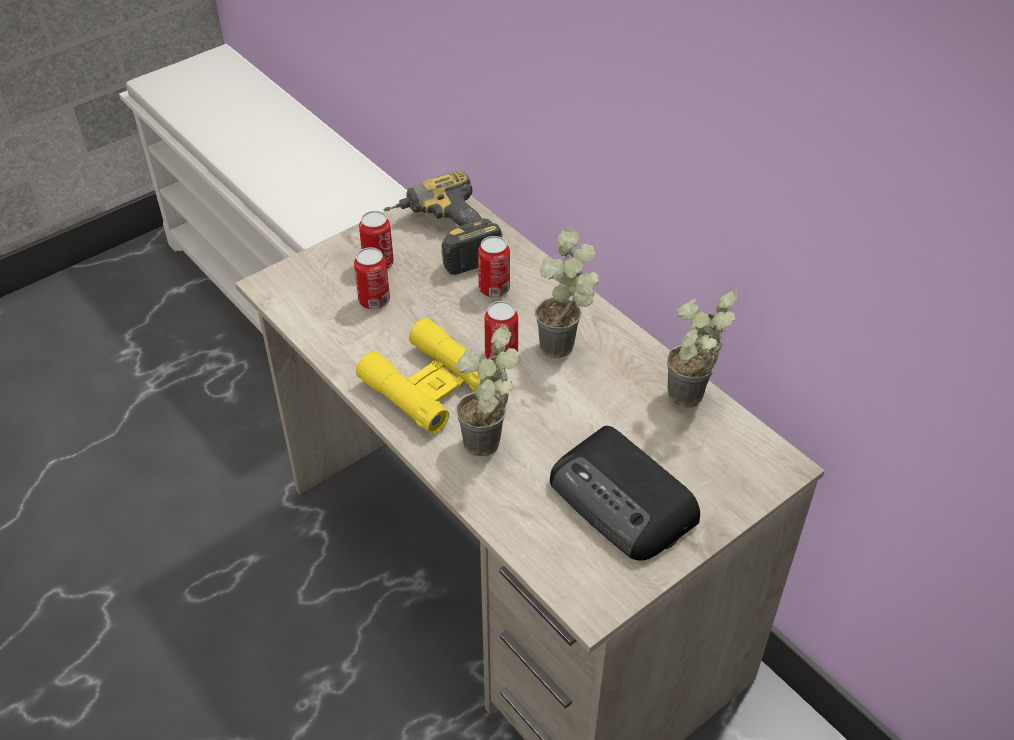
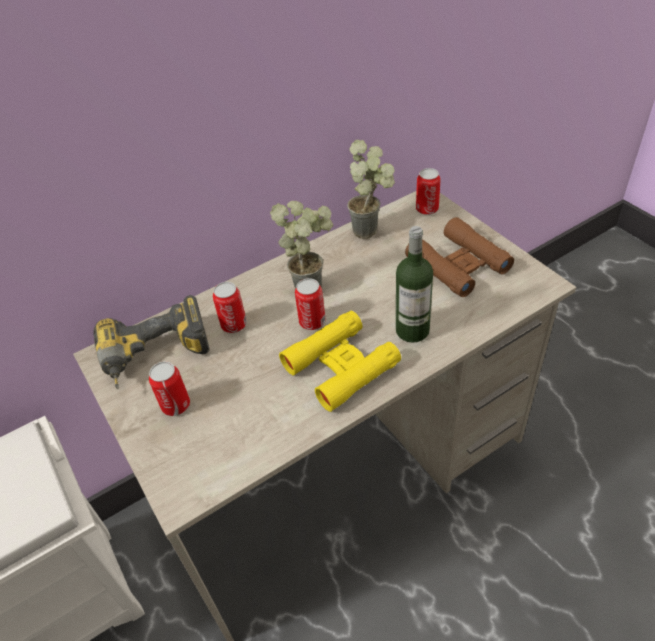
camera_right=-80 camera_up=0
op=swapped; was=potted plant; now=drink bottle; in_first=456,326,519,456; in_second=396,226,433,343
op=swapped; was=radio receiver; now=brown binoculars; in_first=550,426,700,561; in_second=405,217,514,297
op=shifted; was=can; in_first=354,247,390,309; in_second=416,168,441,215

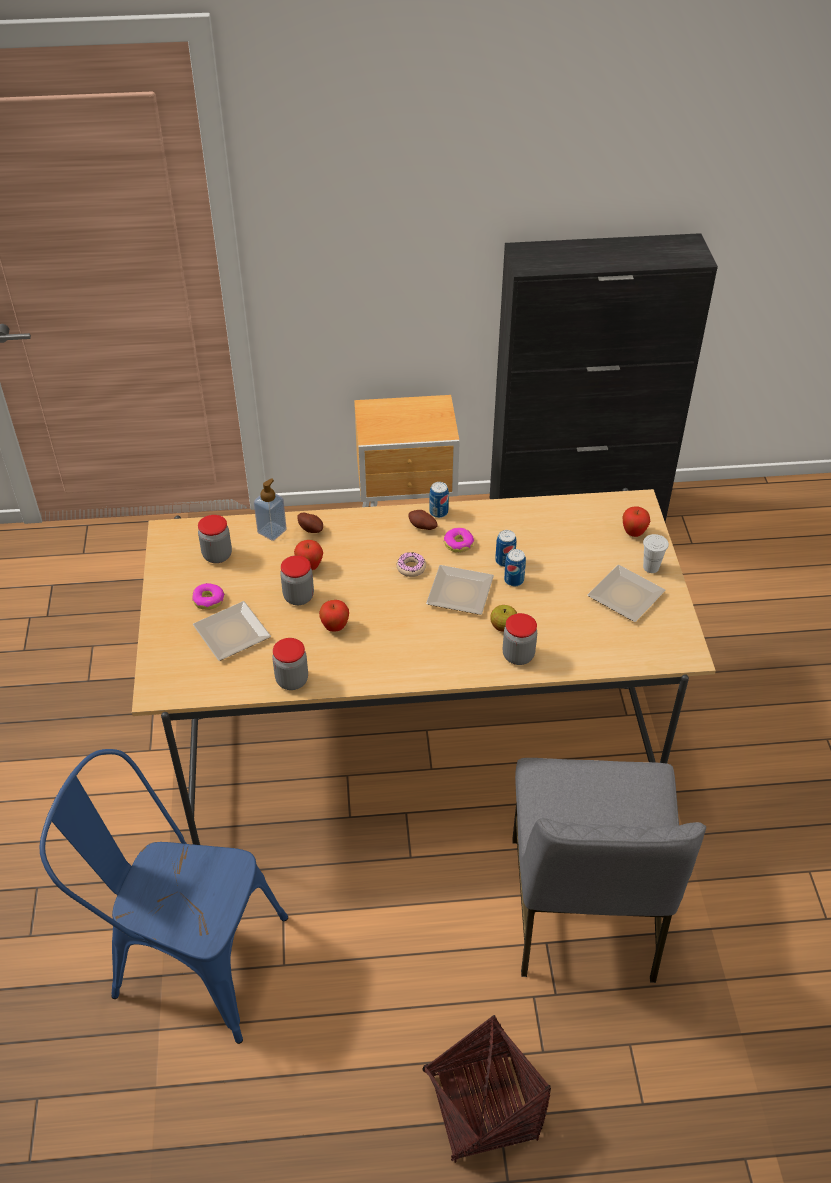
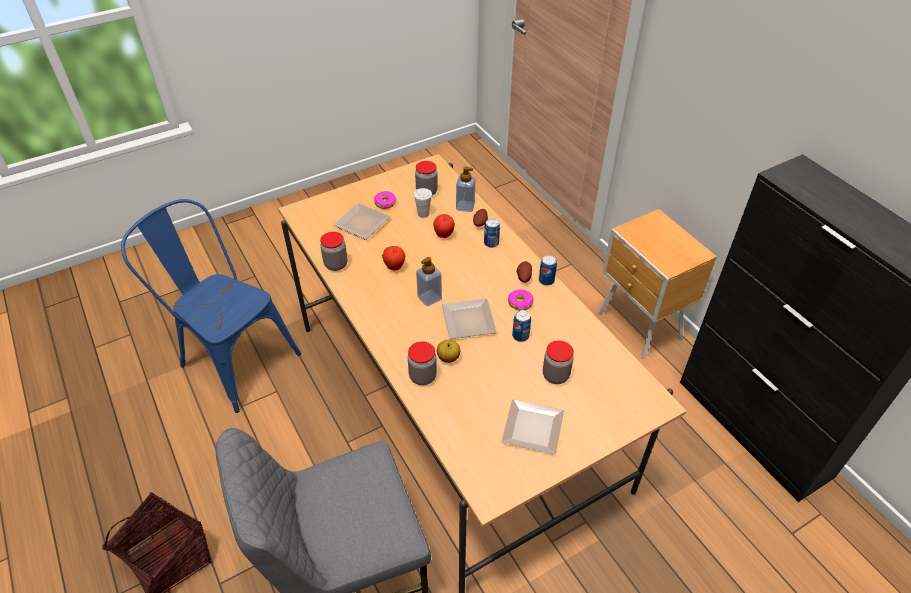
camera_right=65 camera_up=0
op=rotated; was=blue chair; in_first=40,749,288,1044; in_second=121,199,301,413; clockwise=-45
op=shifted; was=whitish drinking cup; in_first=643,534,669,573; in_second=414,188,432,218
op=new; now=soap bottle; in_second=416,257,442,306
op=shifted; was=can; in_first=504,549,526,586; in_second=484,218,500,248
op=shifted; was=jar; in_first=280,555,314,605; in_second=543,341,574,384
op=gone; was=ring doughnut; in_first=397,552,426,577
op=gone; was=whole apple; in_first=622,506,650,537

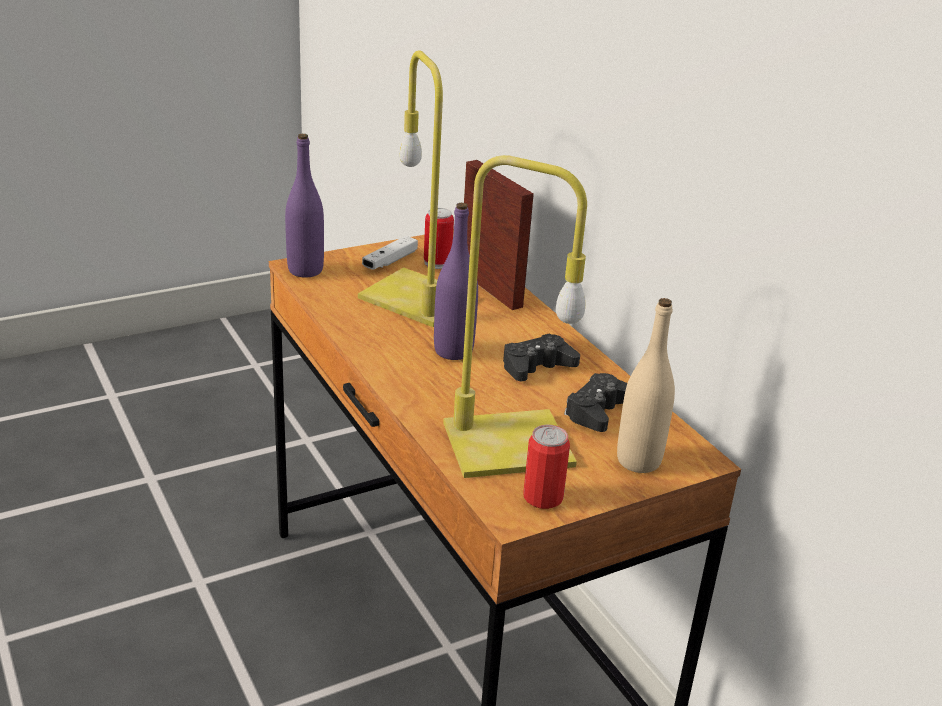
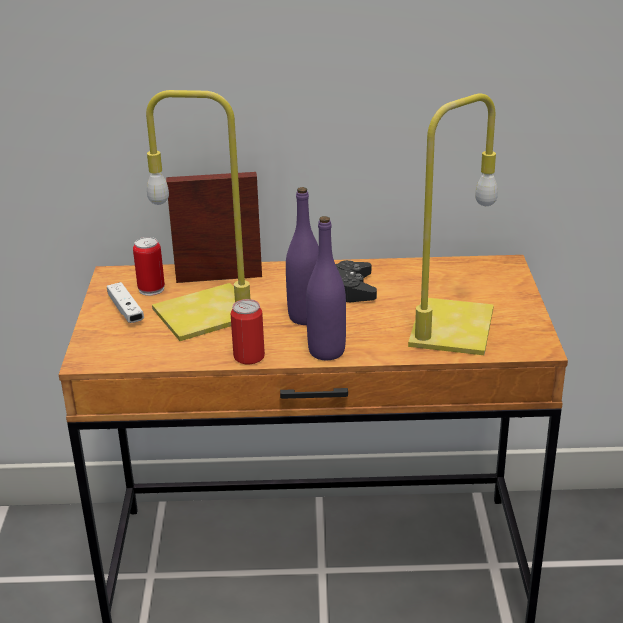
camera_right=-60 camera_up=0
op=shifted; was=can; in_first=523,425,570,509; in_second=231,299,265,364
op=shifted; was=purple-coloured drink bottle; in_first=285,134,324,277; in_second=306,216,346,360
op=gone; was=black game controller; in_first=564,373,627,432
op=gone; was=sand-coloured drink bottle; in_first=617,298,675,473

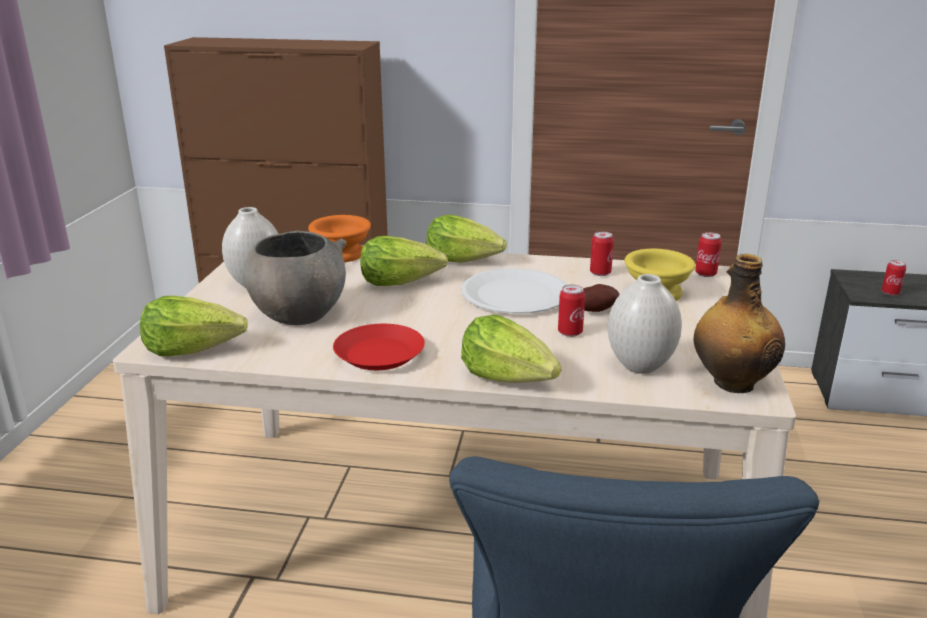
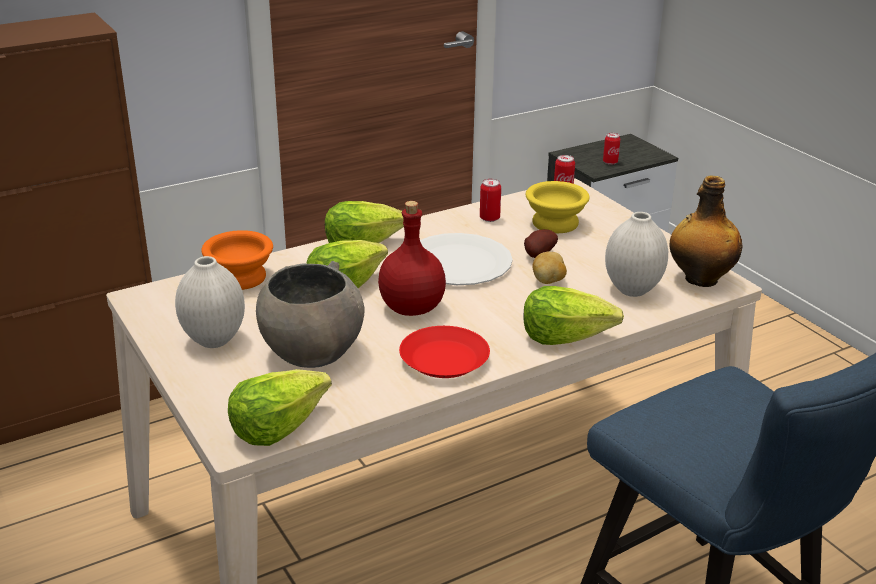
camera_right=-40 camera_up=5
op=new; now=reddish drink bottle; in_second=378,201,446,316
op=swapped; was=can; now=whole potato; in_first=558,285,585,337; in_second=532,251,567,284

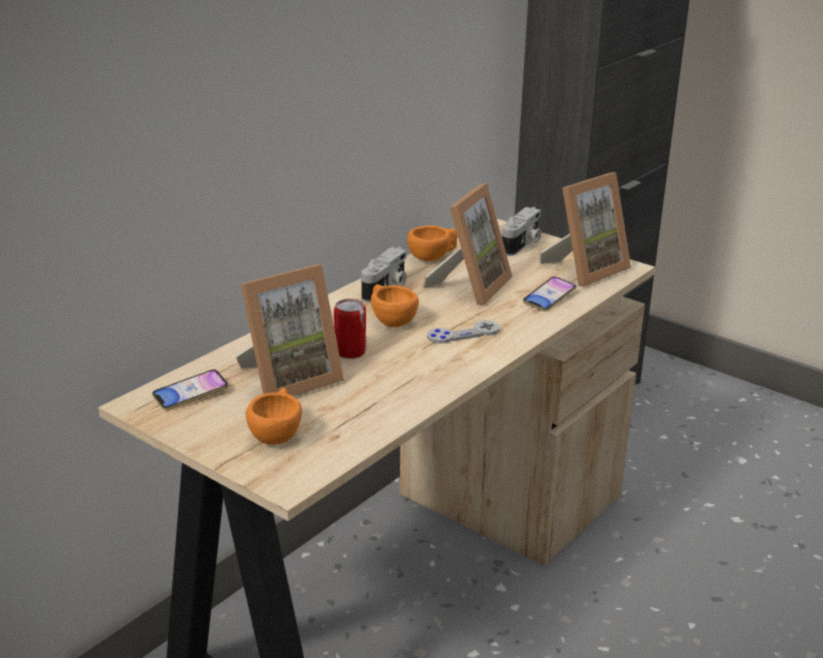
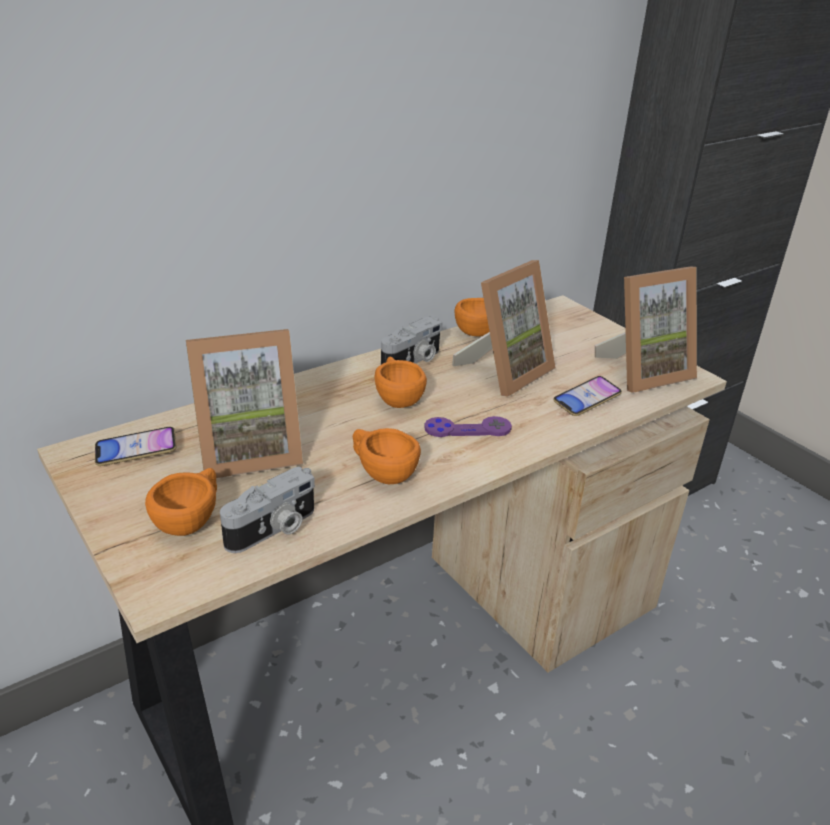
camera_right=15 camera_up=5
op=shifted; was=still camera; in_first=502,207,541,256; in_second=220,466,315,553
op=new; now=orangey drinking cup; in_second=353,428,421,484
op=repainted; was=grey game controller; now=purple-coloured game controller; in_first=427,320,500,344; in_second=424,416,512,437
op=gone; was=can; in_first=334,299,366,359

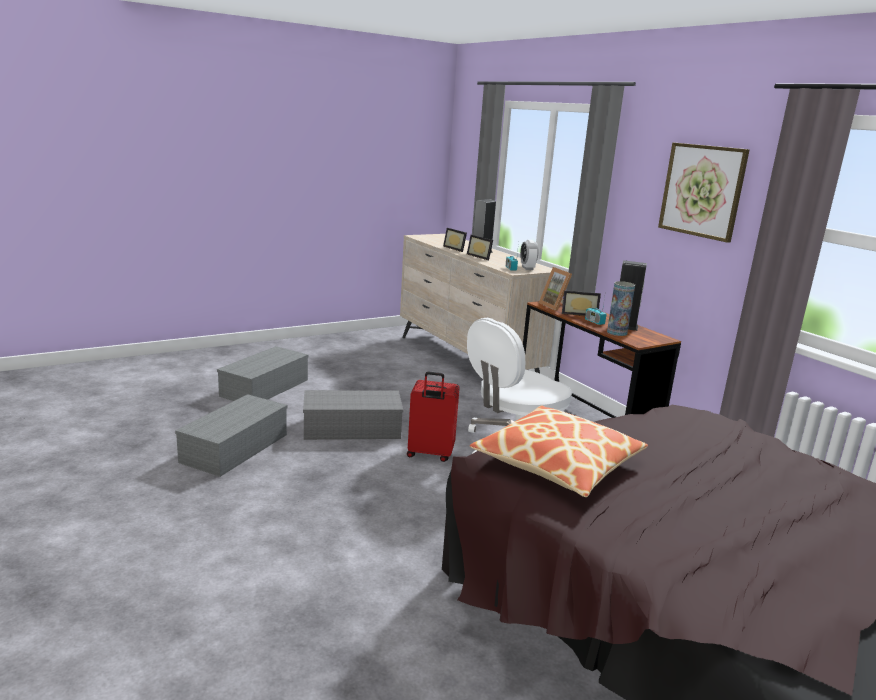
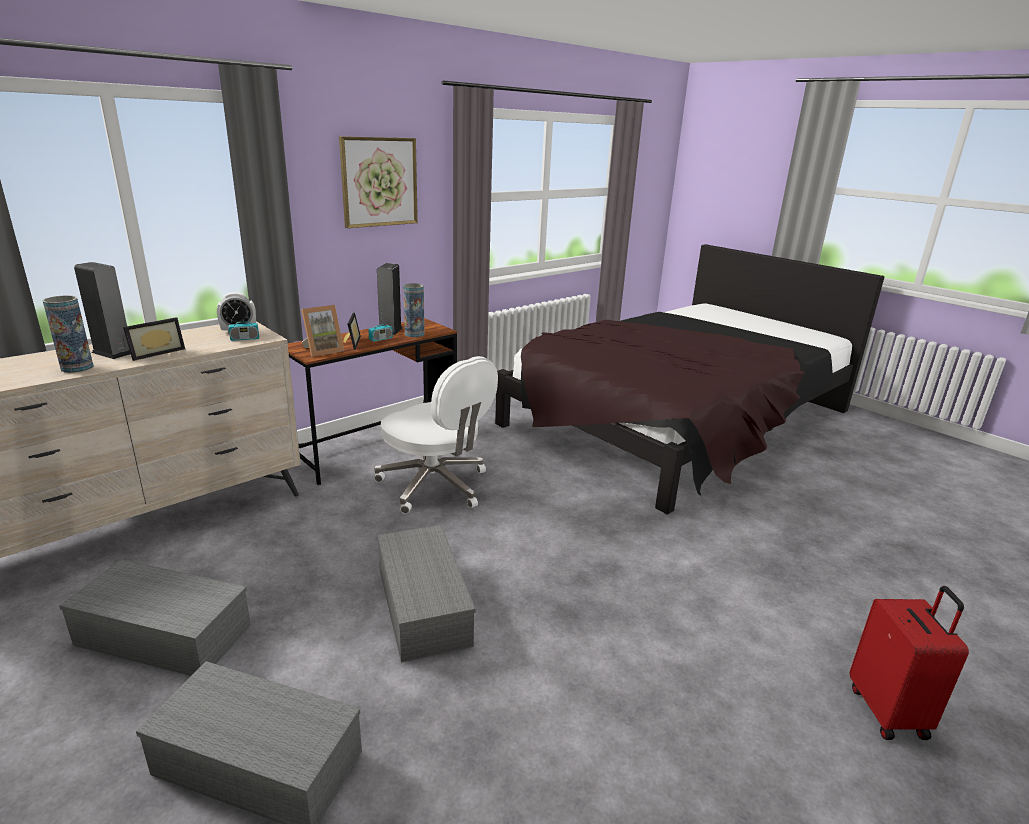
camera_right=-100 camera_up=5
op=swapped; was=photo frame; now=flower vase; in_first=443,228,467,252; in_second=42,295,93,373
op=shifted; was=grey storage bin; in_first=175,394,287,477; in_second=59,559,251,676
op=shifted; was=reddish travel case; in_first=407,372,460,462; in_second=850,586,969,740
op=gone; was=pillow; in_first=470,406,648,497

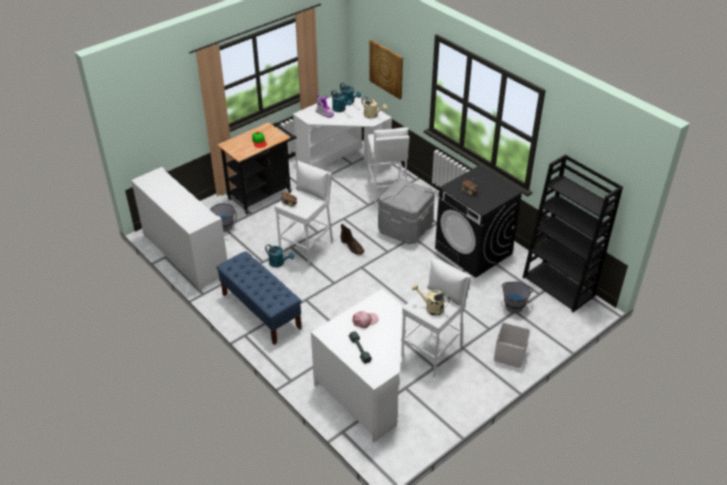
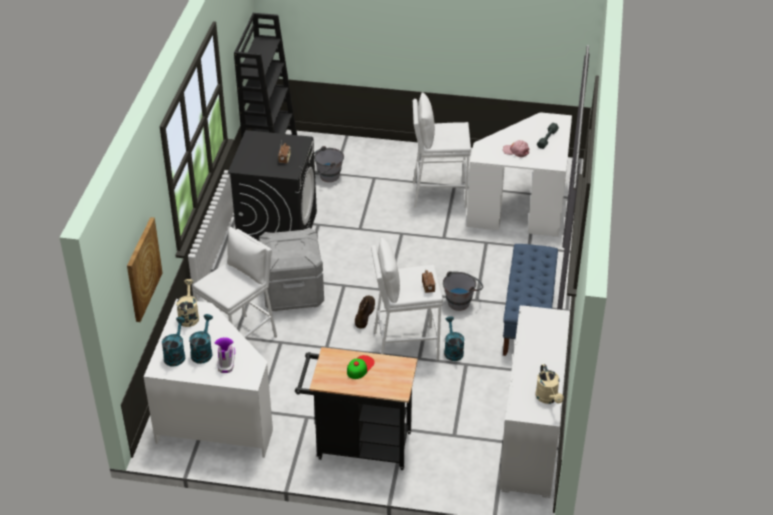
camera_right=-130 camera_up=0
op=shifted; was=grey water bucket; in_first=210,203,237,232; in_second=443,271,483,311
op=shifted; was=sand-coloured watering can; in_first=412,284,450,316; in_second=535,364,564,404
op=gone; was=whitish storage bin; in_first=493,323,530,368

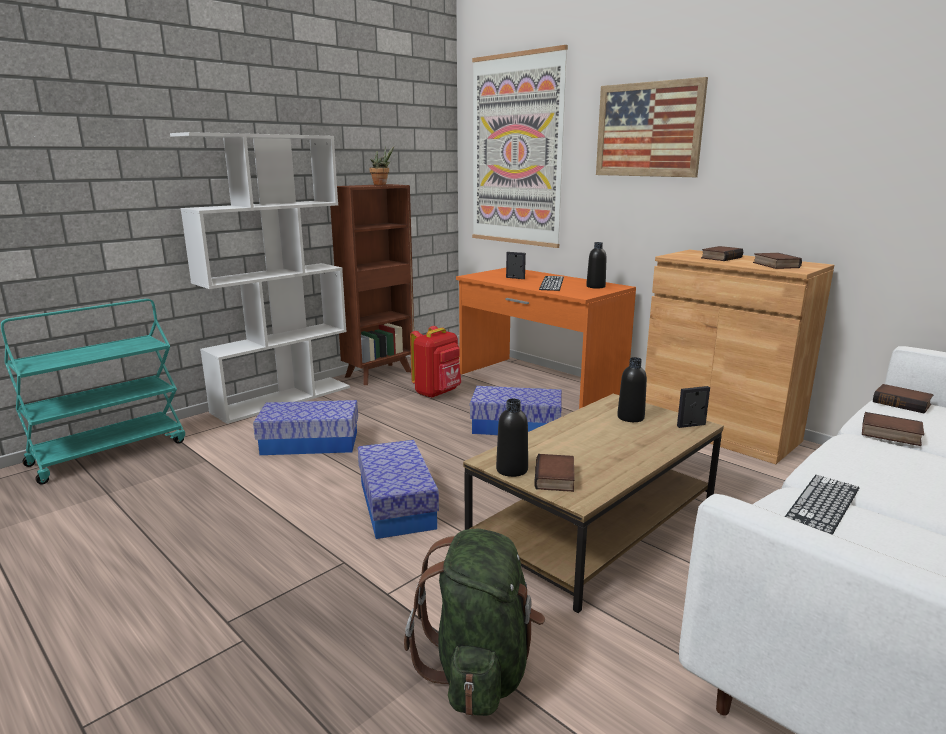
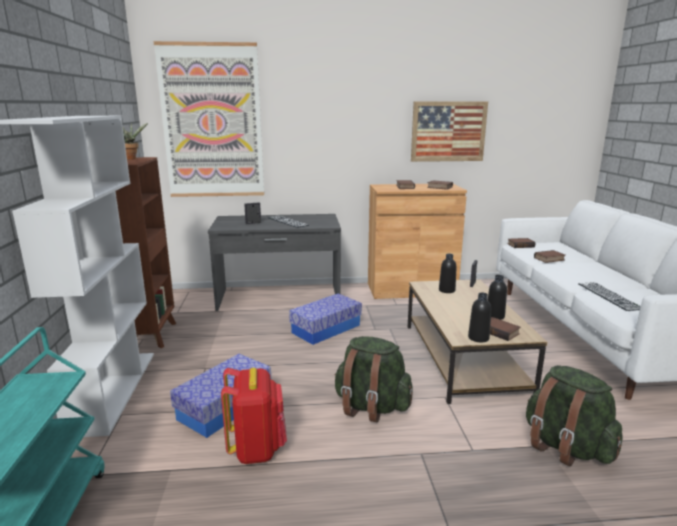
camera_right=-50 camera_up=0
op=repainted; was=orangey desk table; now=grey desk table; in_first=456,268,636,409; in_second=208,214,341,311
op=shifted; was=reddish knapsack; in_first=410,326,461,398; in_second=221,368,287,464
op=swapped; was=storage bin; now=green-coloured knapsack; in_first=358,440,439,539; in_second=335,336,413,422
op=shifted; was=wall art; in_first=596,77,708,177; in_second=411,101,488,162
op=shifted; was=black drink bottle; in_first=586,242,606,289; in_second=488,275,507,320

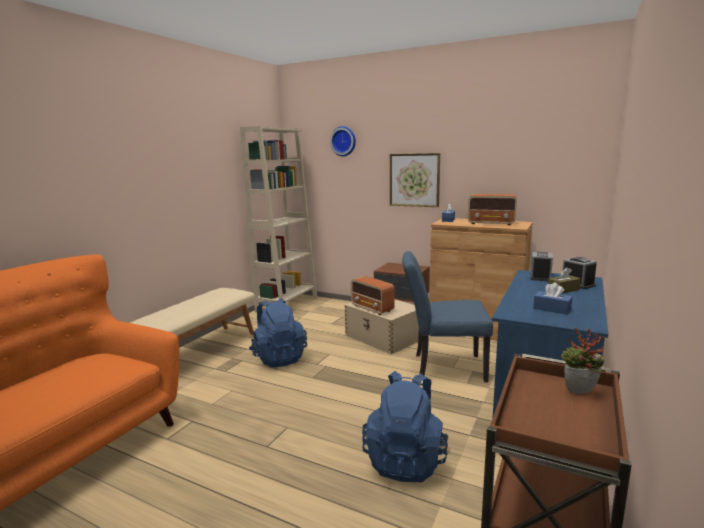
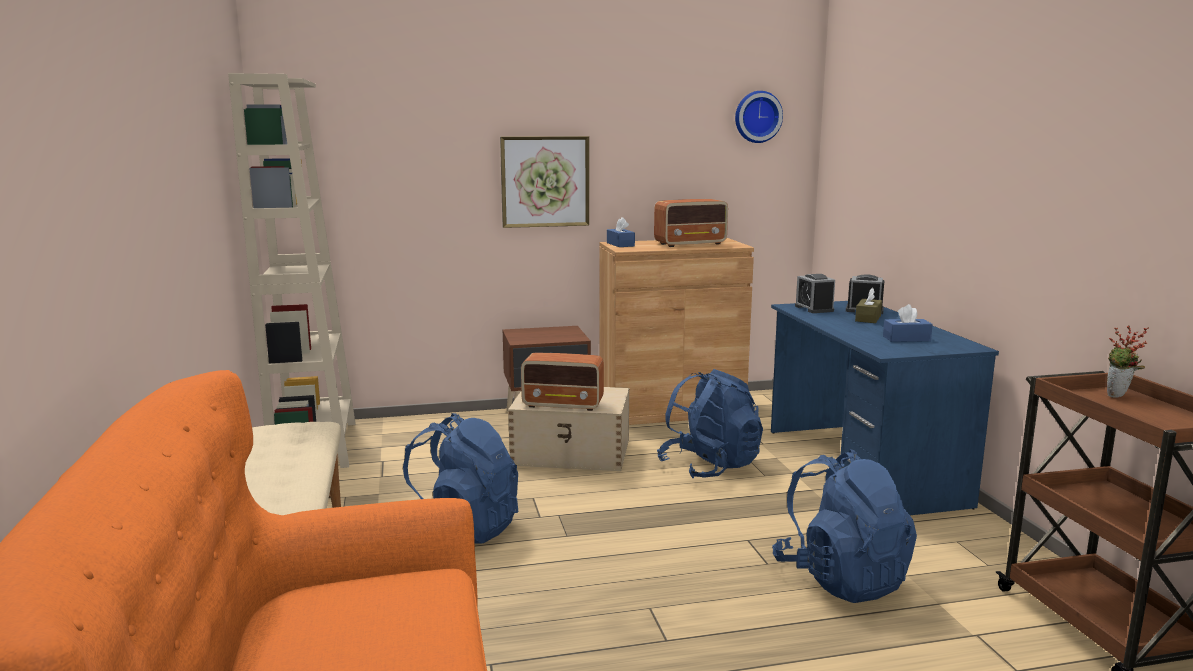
camera_right=-40 camera_up=0
op=swapped; was=blue chair; now=blue knapsack; in_first=402,251,493,382; in_second=657,369,763,478
op=shifted; was=wall clock; in_first=330,126,356,156; in_second=735,91,783,143

